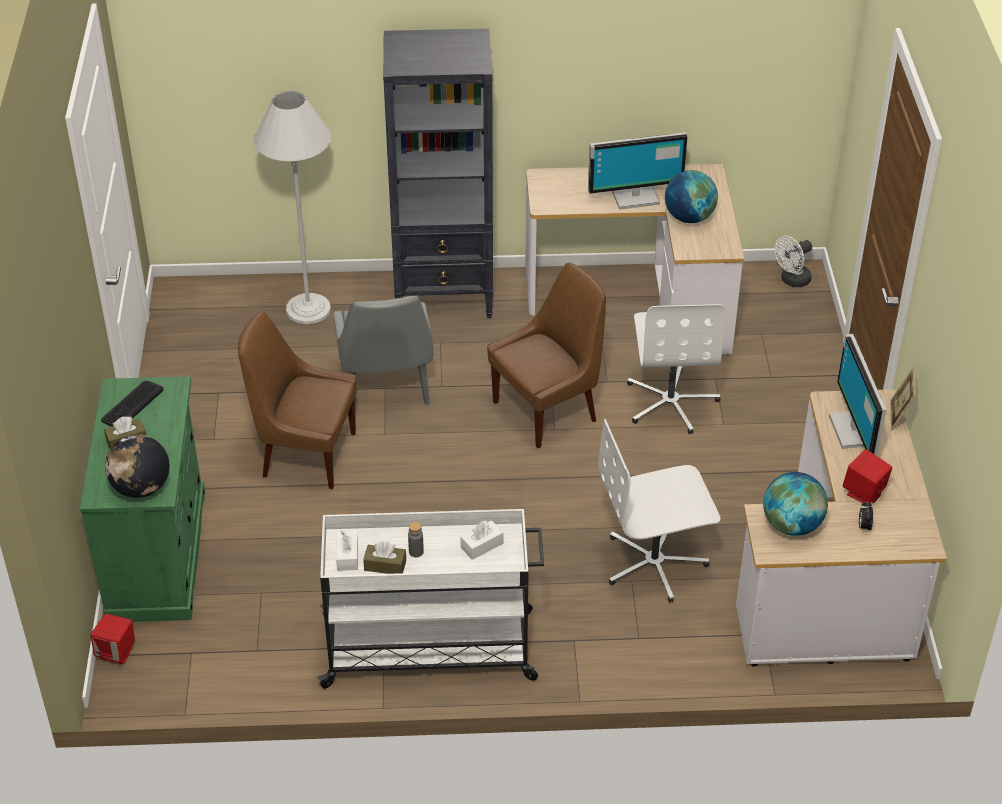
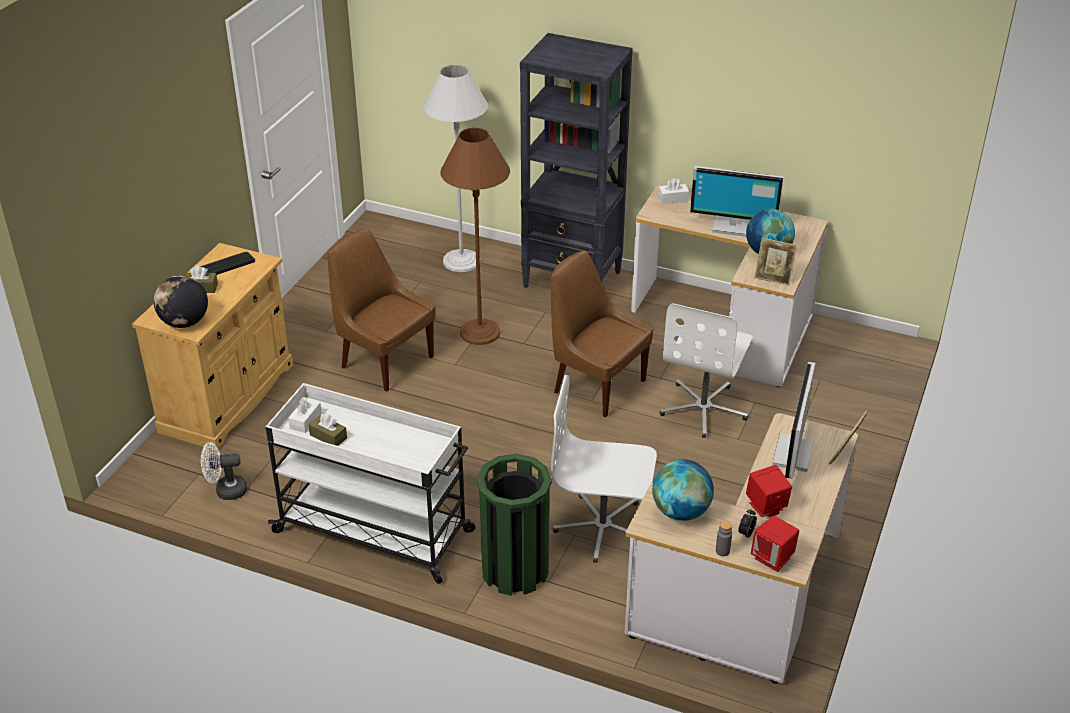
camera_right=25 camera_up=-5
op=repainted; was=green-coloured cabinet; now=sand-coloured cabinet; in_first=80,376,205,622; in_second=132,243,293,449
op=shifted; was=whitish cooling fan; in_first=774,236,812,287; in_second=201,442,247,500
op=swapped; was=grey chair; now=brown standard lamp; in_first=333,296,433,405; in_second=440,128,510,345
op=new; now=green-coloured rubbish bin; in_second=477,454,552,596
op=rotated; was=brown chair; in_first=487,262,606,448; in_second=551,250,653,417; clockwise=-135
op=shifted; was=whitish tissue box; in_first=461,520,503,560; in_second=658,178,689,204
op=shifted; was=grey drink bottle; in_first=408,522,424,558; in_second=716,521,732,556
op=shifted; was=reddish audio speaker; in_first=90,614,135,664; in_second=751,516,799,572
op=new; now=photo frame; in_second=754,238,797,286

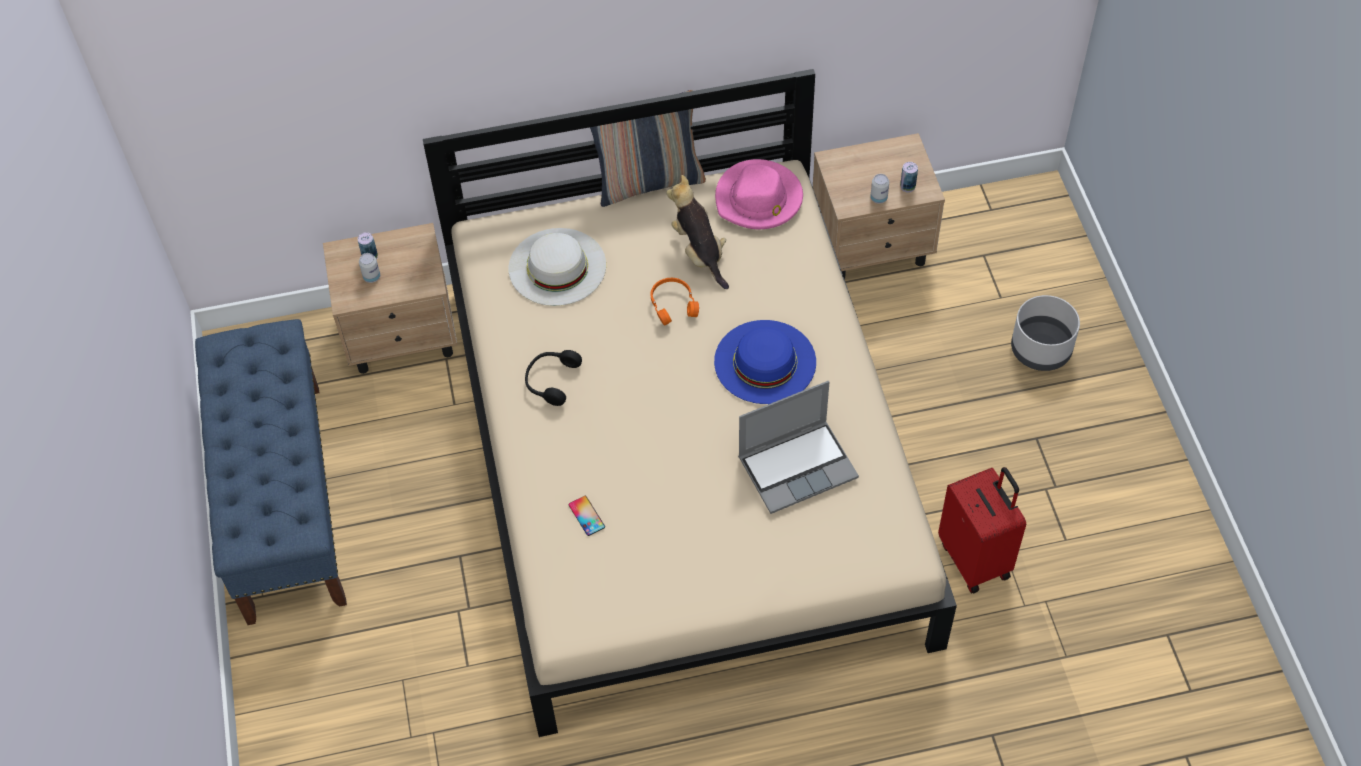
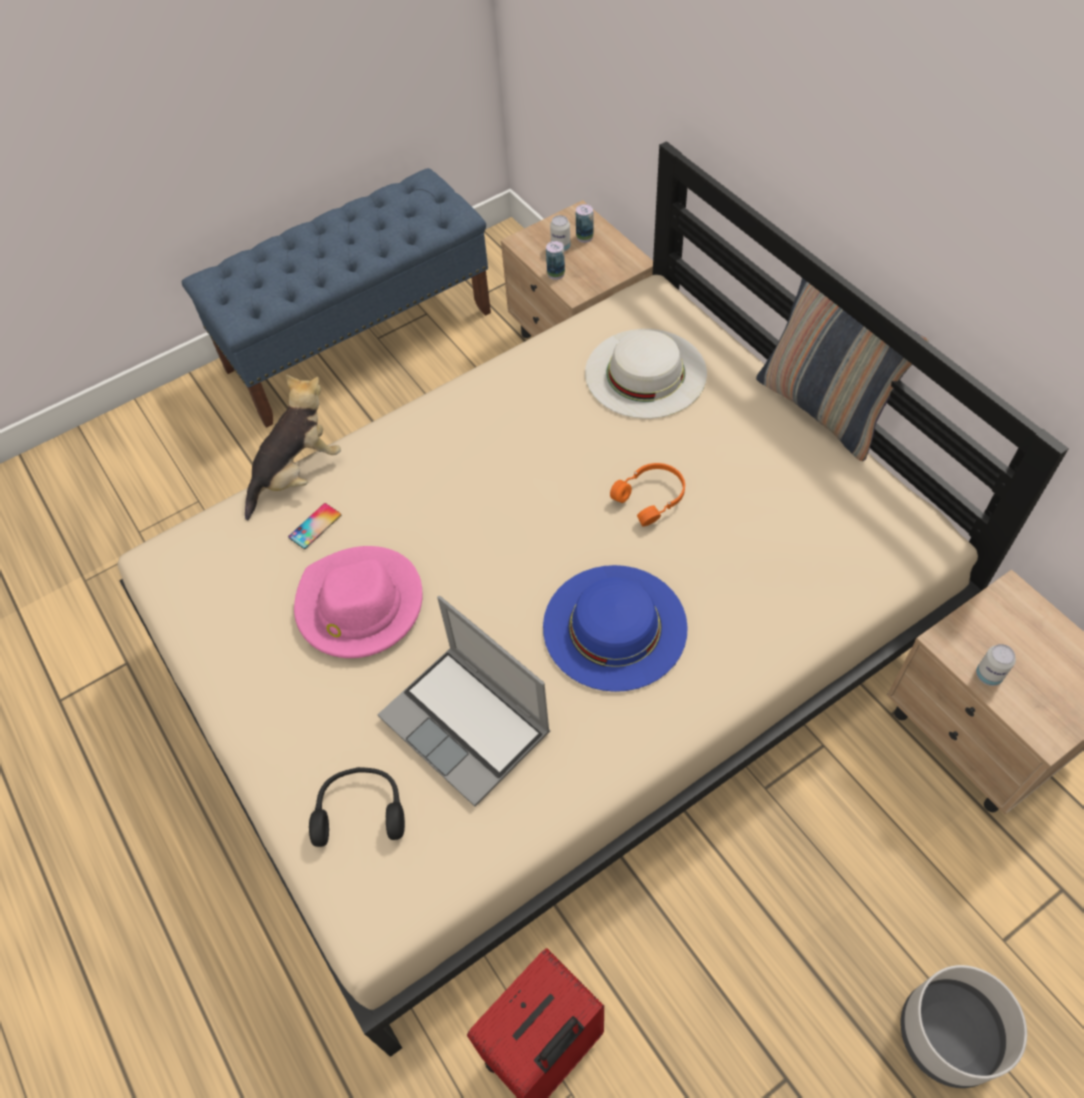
camera_right=70 camera_up=0
op=shifted; was=plush toy; in_first=667,175,729,289; in_second=245,375,341,521
op=shifted; was=pink-coloured clothing hat; in_first=715,159,803,229; in_second=294,546,423,658
op=shifted; was=black pair of headphones; in_first=525,350,582,406; in_second=309,767,405,847
op=shifted; was=can; in_first=900,162,918,193; in_second=546,241,565,280

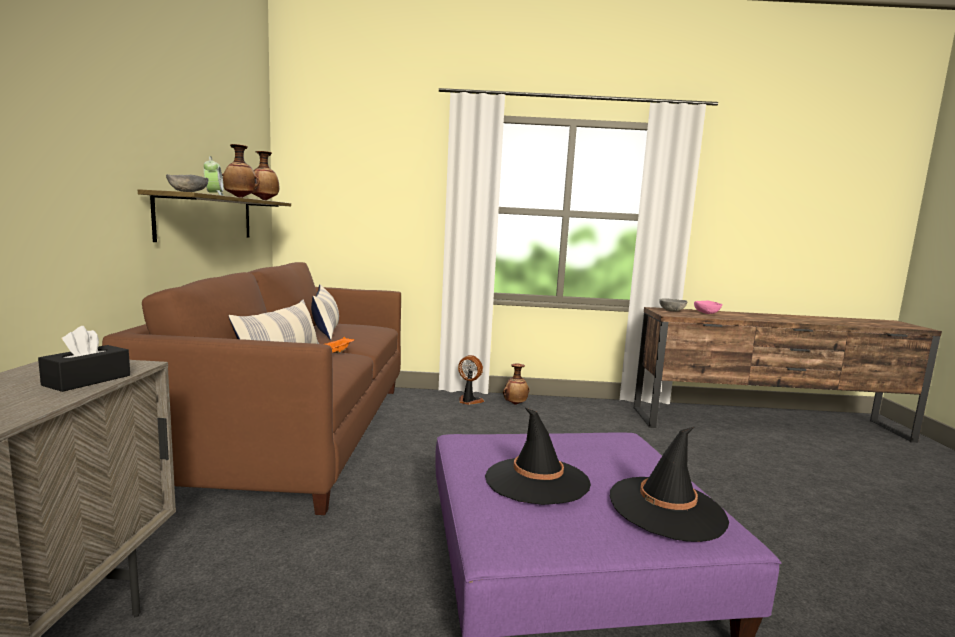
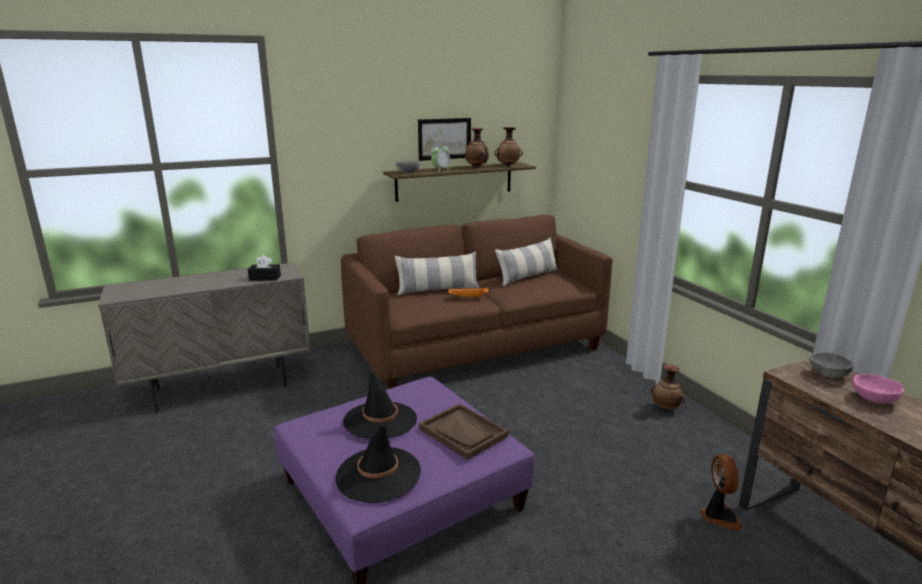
camera_right=65 camera_up=10
op=new; now=wall art; in_second=418,118,471,161
op=new; now=brown tray; in_second=419,403,509,460
op=shifted; was=cooling fan; in_first=458,355,485,405; in_second=700,454,743,531

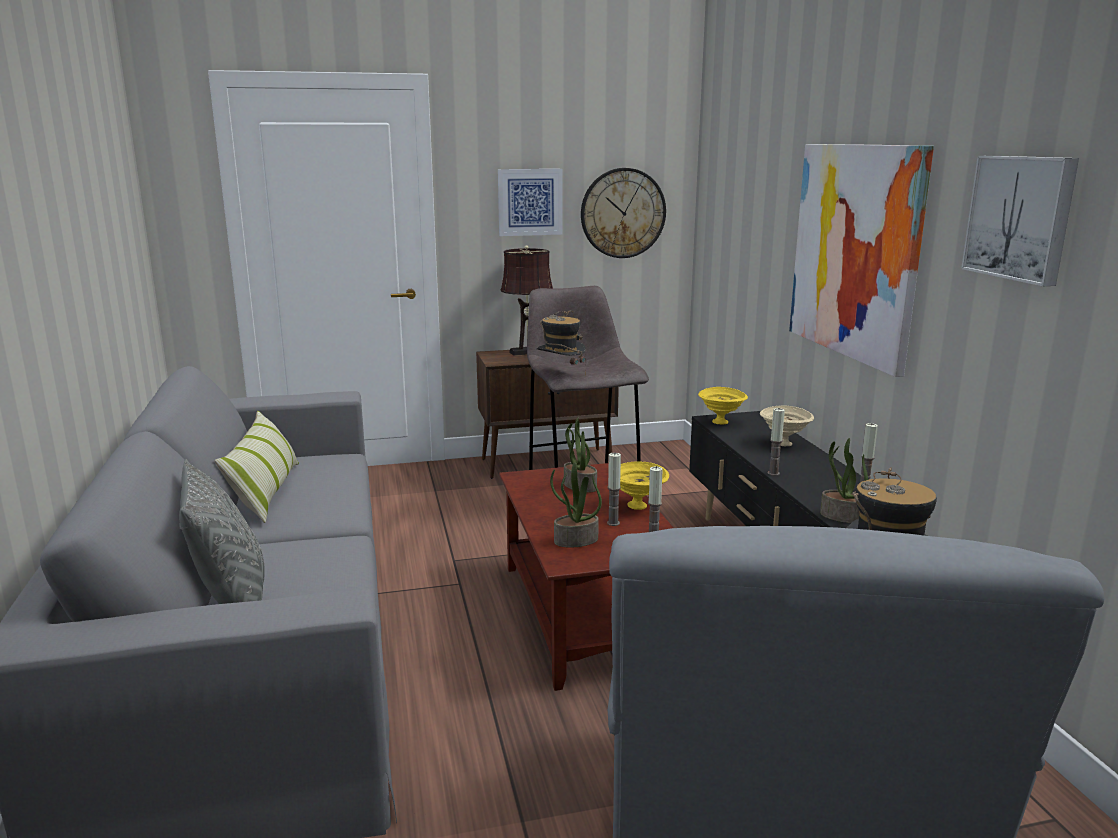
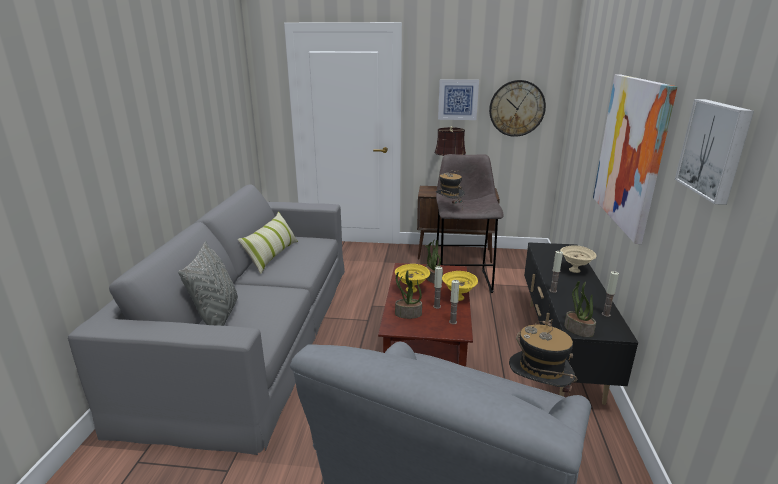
camera_right=20 camera_up=5
op=shifted; was=yellowish bowl; in_first=698,387,748,424; in_second=395,264,430,293

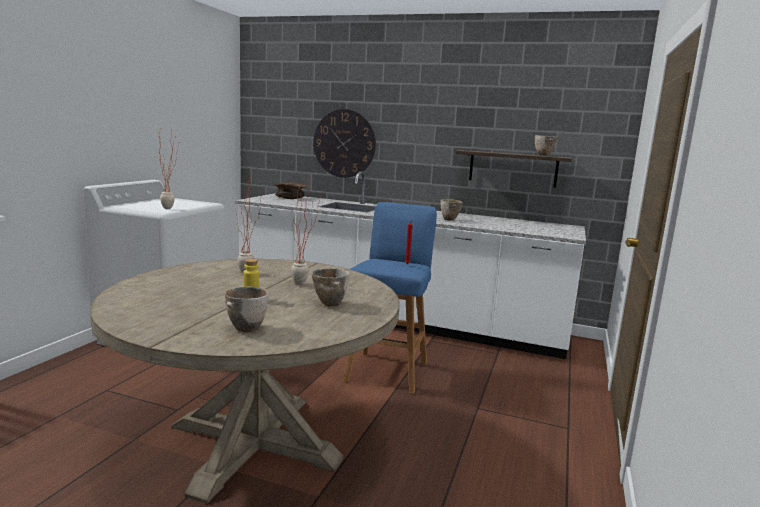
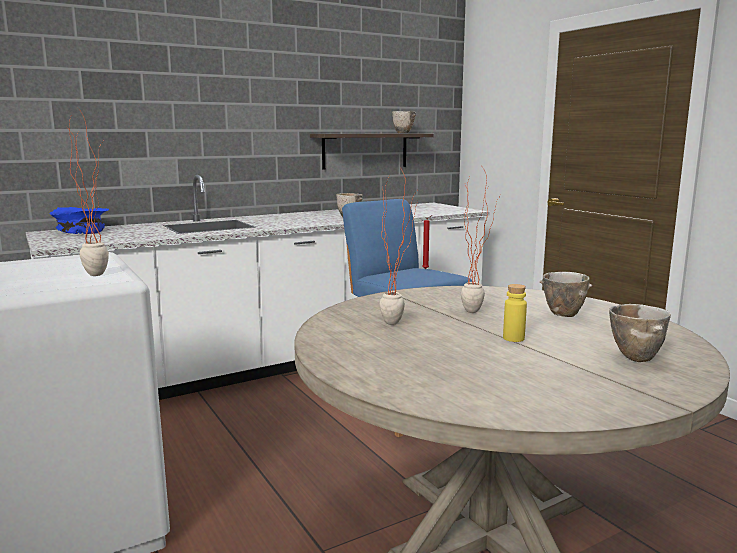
camera_right=-50 camera_up=0
op=repainted; was=brown bowl; now=blue bowl; in_first=275,182,308,199; in_second=49,207,109,234
op=gone; was=wall clock; in_first=313,109,376,178

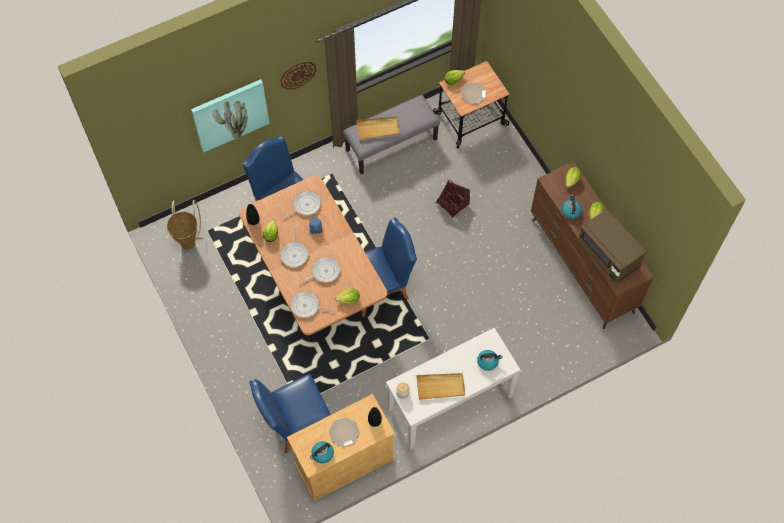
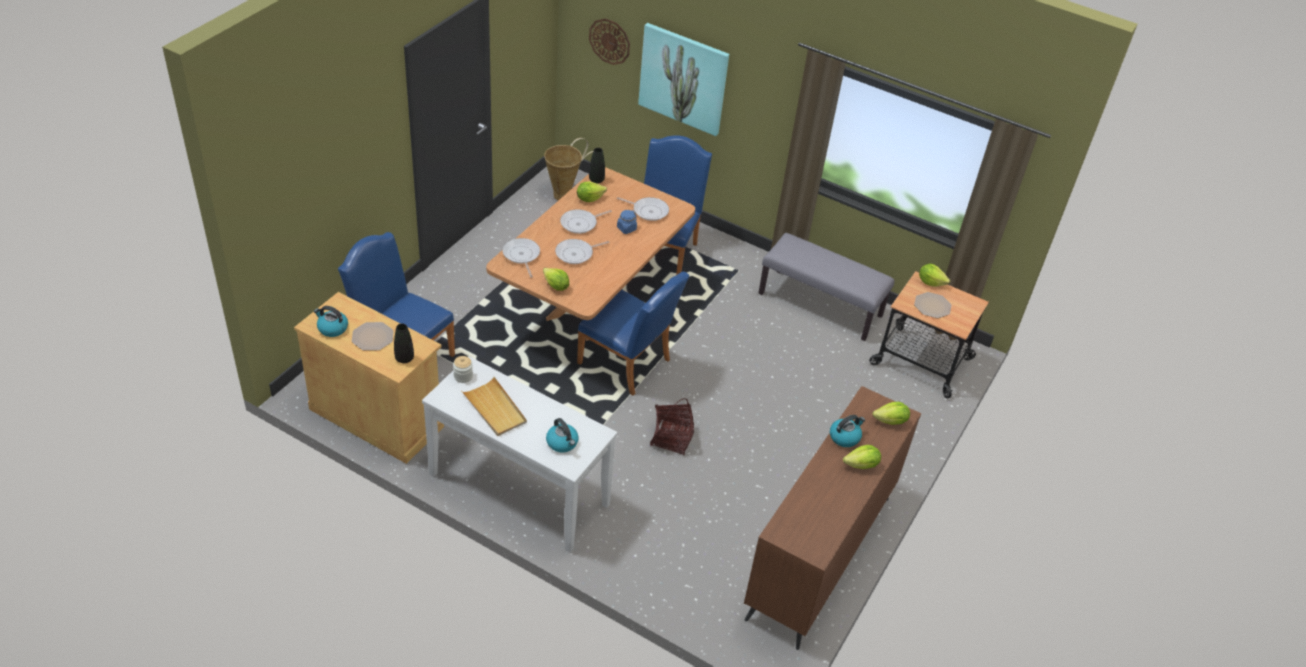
camera_right=55 camera_up=-20
op=rotated; was=pan; in_first=299,257,340,283; in_second=555,239,610,264; clockwise=120
op=shifted; was=wall clock; in_first=280,62,316,90; in_second=589,18,630,65
op=shifted; was=household basket; in_first=437,180,470,218; in_second=650,399,694,456
op=gone; was=sand-coloured tray; in_first=356,117,400,140
op=gone; was=brown microwave; in_first=577,209,646,283

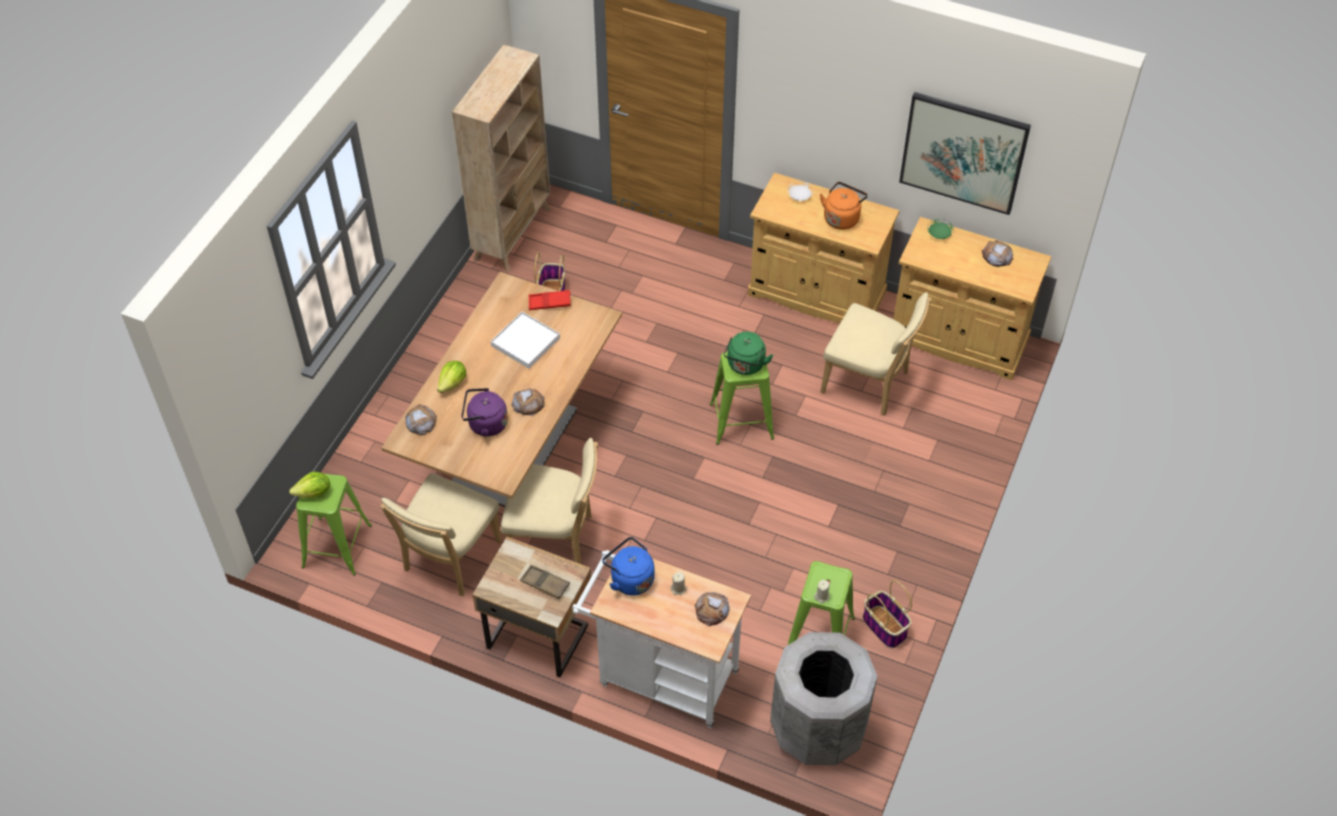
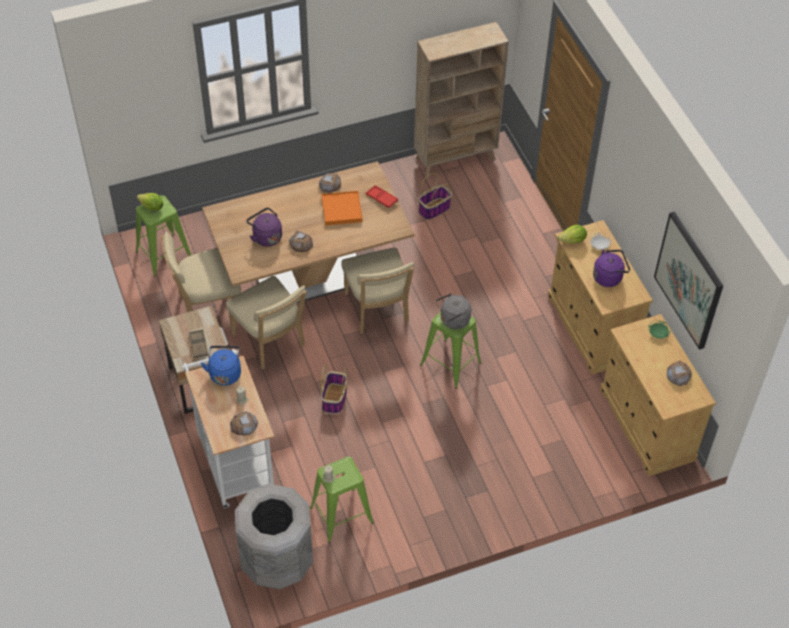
camera_right=45 camera_up=0
op=shifted; was=bakery bread; in_first=405,404,437,435; in_second=319,173,341,193
op=repainted; was=whitish tray; now=orangey tray; in_first=490,312,560,369; in_second=321,191,363,225
op=shifted; was=household basket; in_first=863,580,912,648; in_second=321,364,347,414
op=shifted; was=sand-coloured chair; in_first=820,292,931,416; in_second=341,248,414,333
op=repainted; was=green-coloured water kettle; now=grey water kettle; in_first=724,332,773,375; in_second=436,293,471,329
op=shifted; was=lettuce head; in_first=437,361,466,393; in_second=558,225,587,244
op=repainted; was=orangey water kettle; now=purple-coloured water kettle; in_first=820,182,868,230; in_second=593,250,630,287

